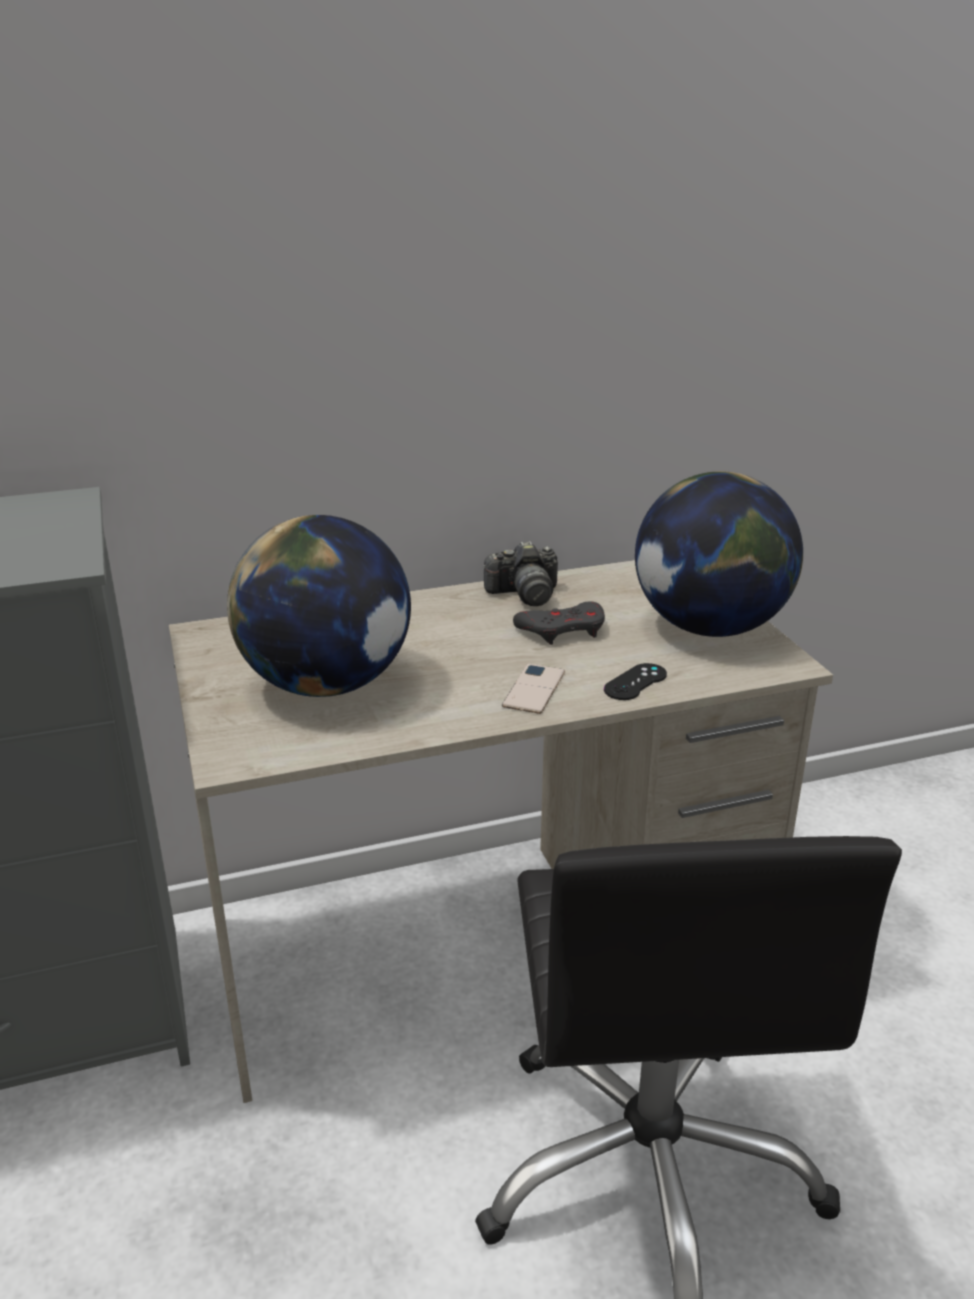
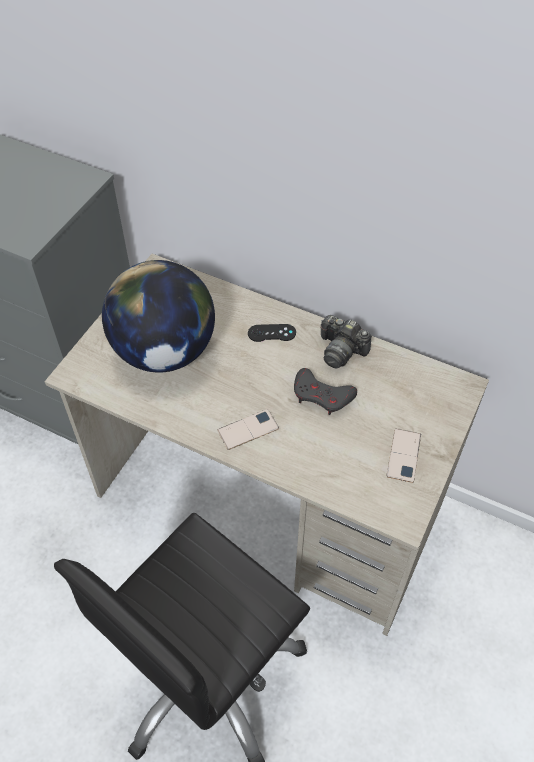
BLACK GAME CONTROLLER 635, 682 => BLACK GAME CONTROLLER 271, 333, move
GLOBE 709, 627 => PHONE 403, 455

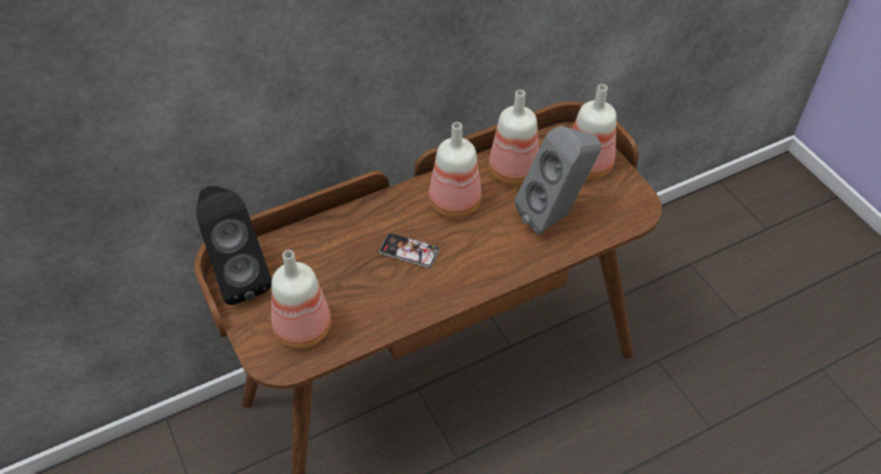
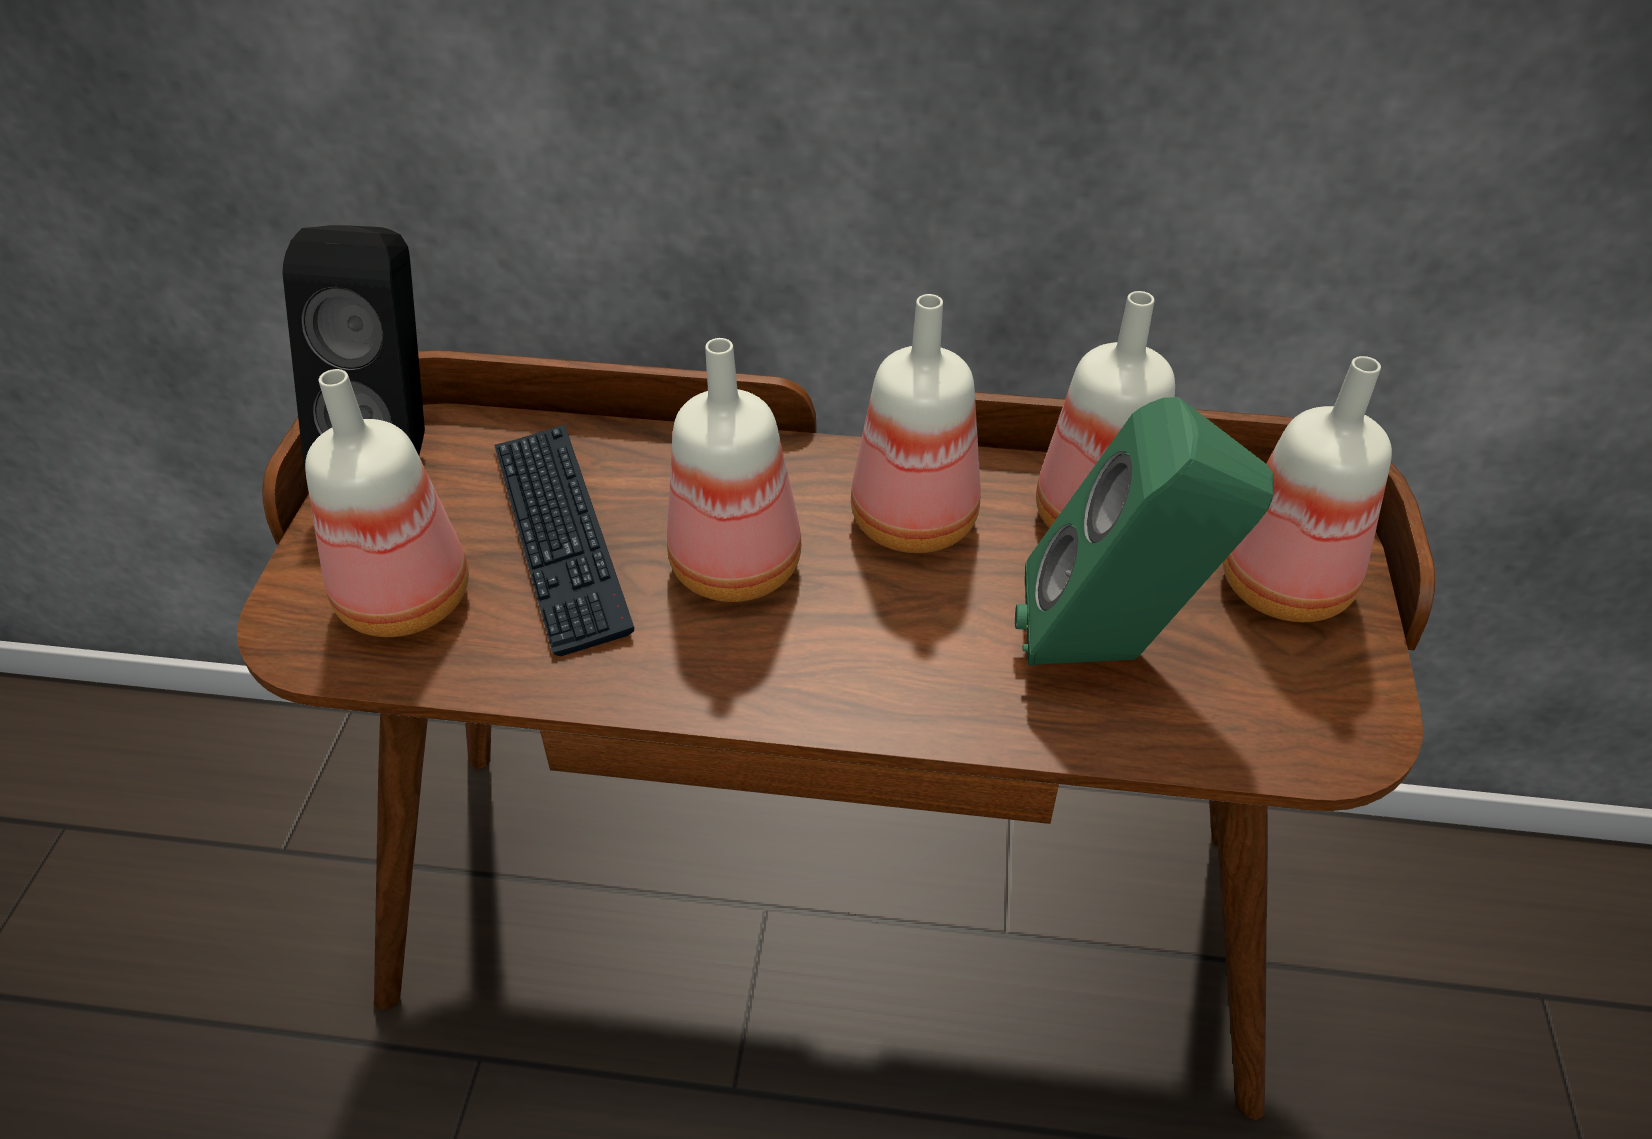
PHONE 409, 251 => BOTTLE 737, 564
GREY SPEAKER 555, 216 => GREEN SPEAKER 1114, 651
nothing => KEYBOARD 561, 537

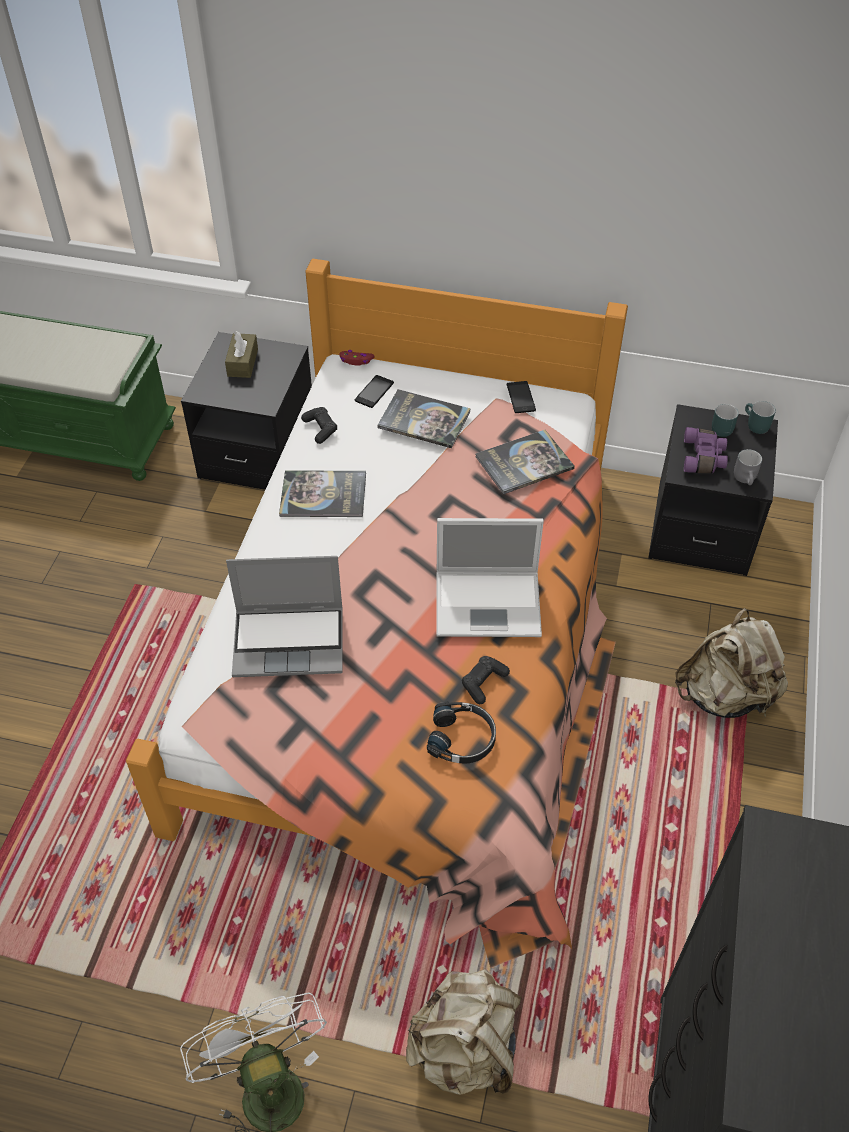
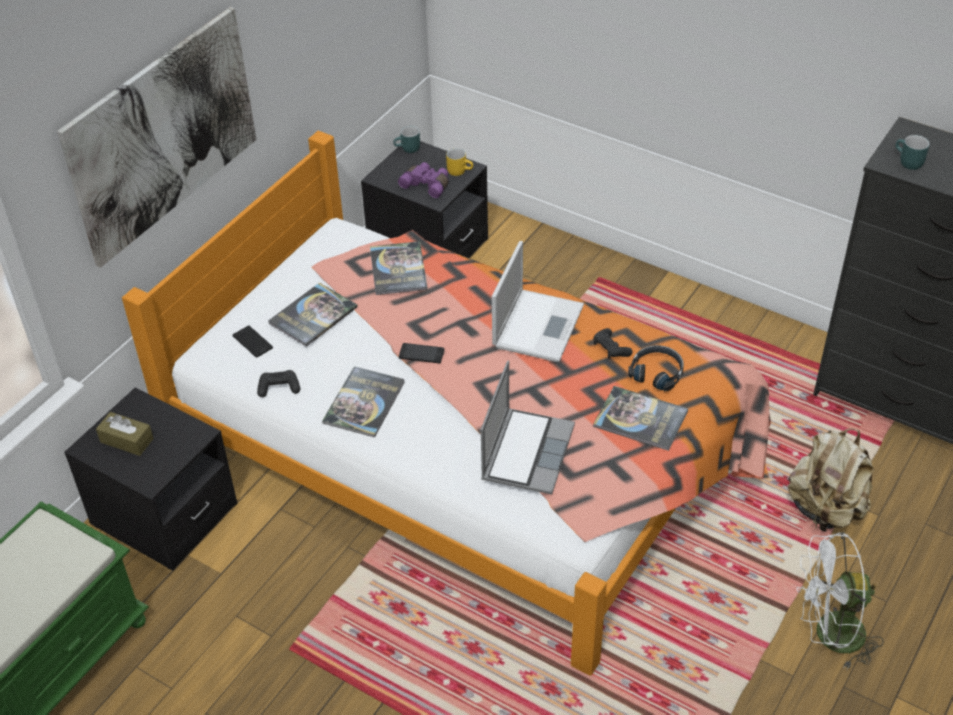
RED GAME CONTROLLER 356, 360 => nothing
PHONE 521, 397 => PHONE 421, 354, move
BEIGE BACKPACK 725, 695 => nothing
TURQUOISE MUG 721, 427 => TURQUOISE MUG 907, 162, move
GREY MUG 746, 479 => YELLOW MUG 460, 170
nothing => PICTURE 163, 134
nothing => BOOK 640, 419

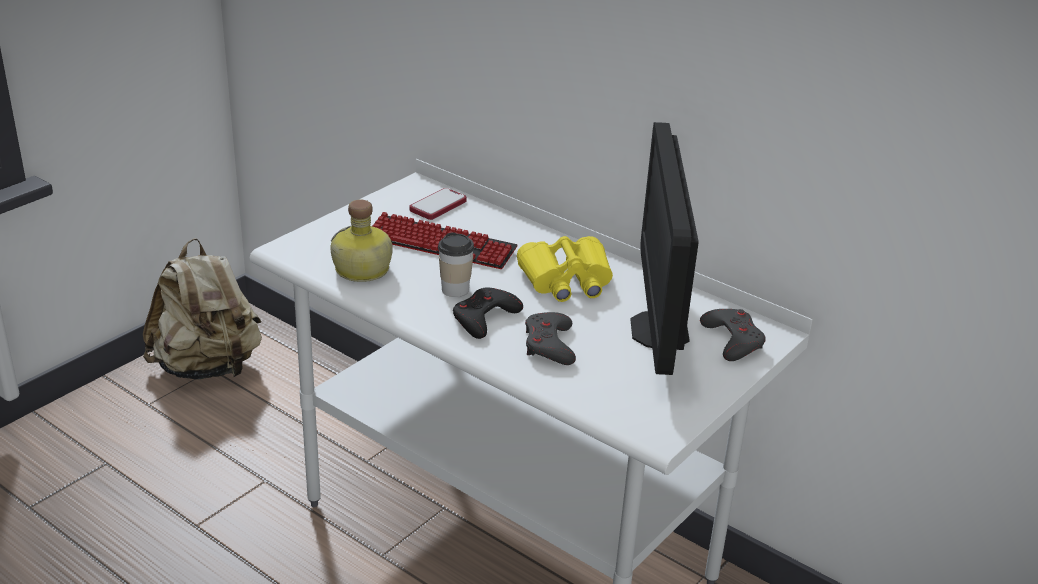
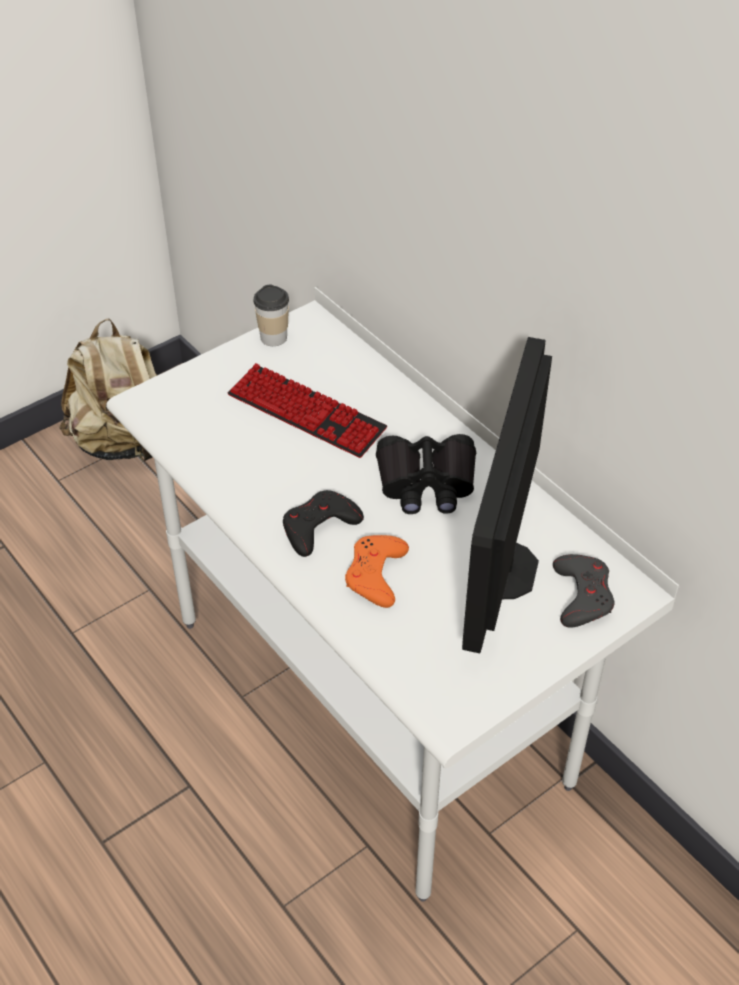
BOTTLE 362, 270 => nothing
PHONE 438, 205 => nothing
CUP 455, 290 => CUP 273, 338, move
YELLOW BINOCULARS 566, 280 => BLACK BINOCULARS 426, 483
GREY GAME CONTROLLER 549, 344 => ORANGE GAME CONTROLLER 376, 574

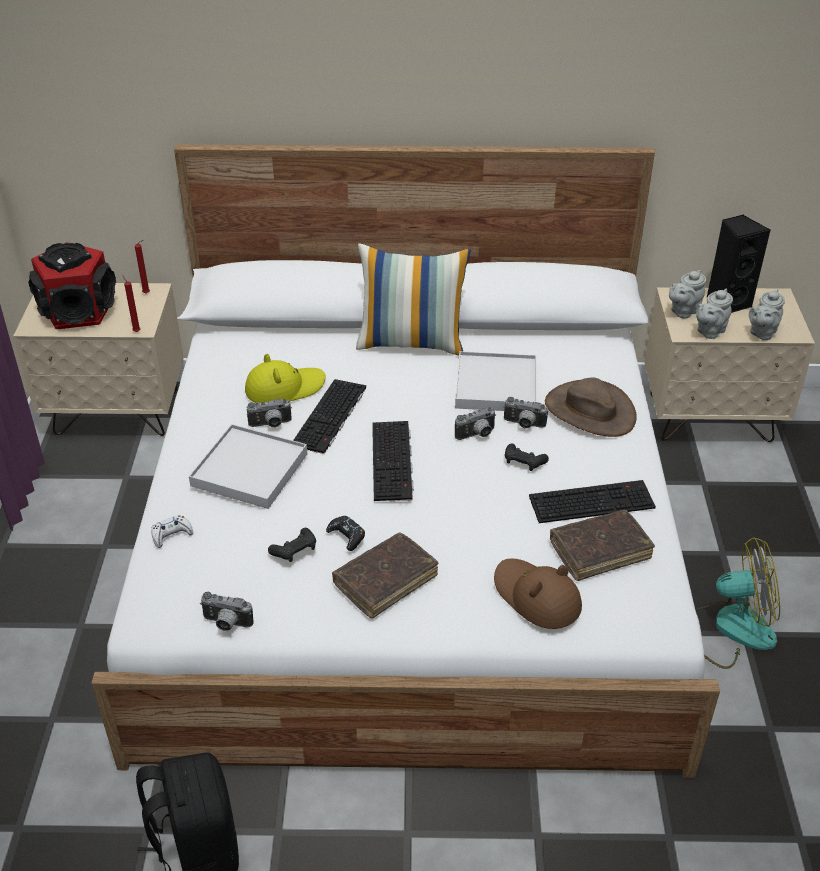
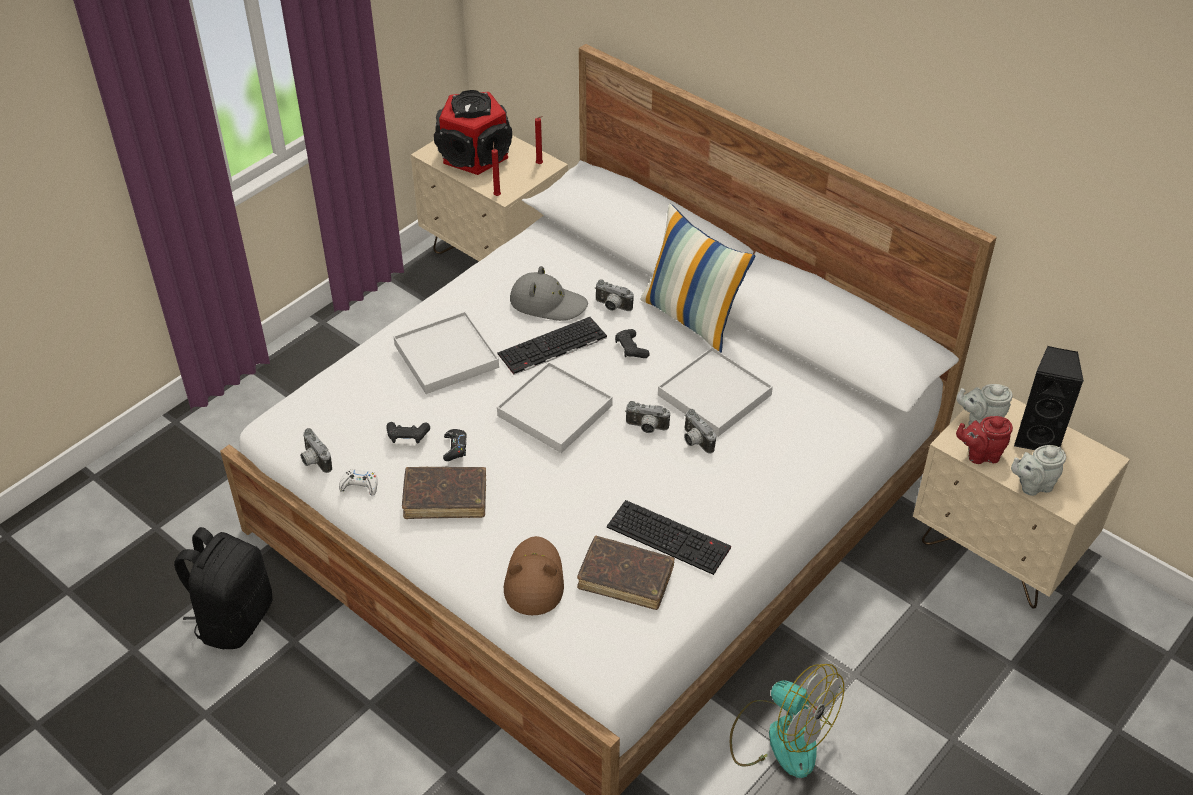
WHITE GAME CONTROLLER 171, 535 => WHITE GAME CONTROLLER 360, 486, move
YELLOW HAT 284, 388 => GREY HAT 548, 303
PHOTO CAMERA 270, 425 => PHOTO CAMERA 612, 307, move
KEYBOARD 393, 461 => WHITE TRAY 555, 411
BLACK GAME CONTROLLER 524, 462 => BLACK GAME CONTROLLER 631, 349, move
BROWN HAT 589, 411 => nothing
GREY TEAPOT 709, 331 => RED TEAPOT 980, 454

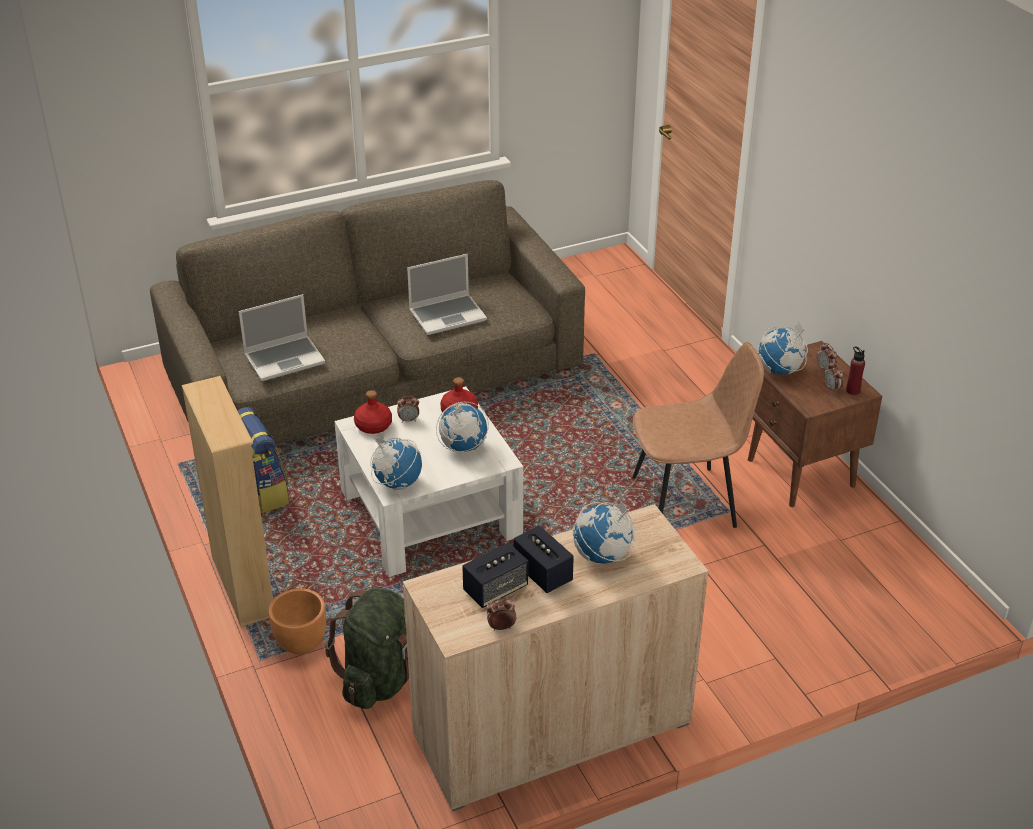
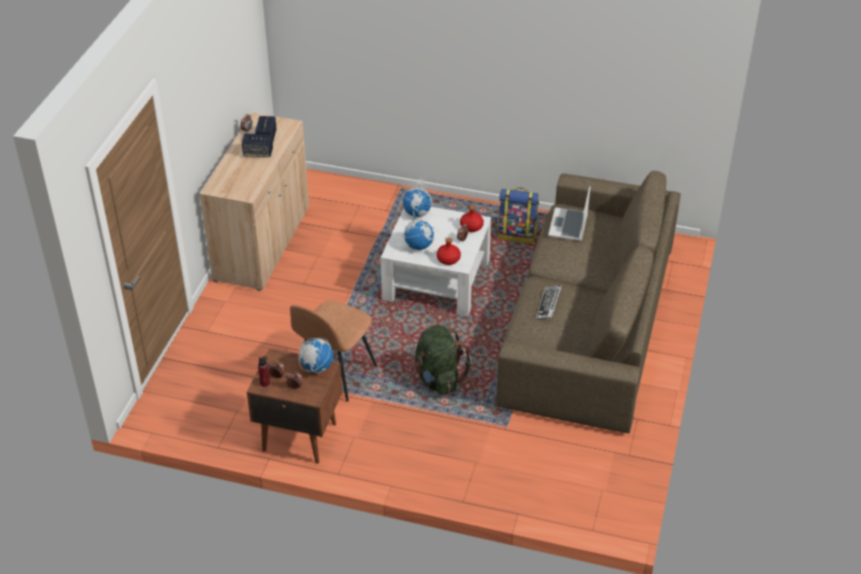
BEIGE BOOKCASE 243, 586 => nothing
ORANGE PLANTER 300, 644 => nothing
GREEN BACKPACK 381, 678 => GREEN BACKPACK 438, 379, move
LAPTOP 448, 315 => KEYBOARD 548, 305
GLOBE 603, 556 => nothing

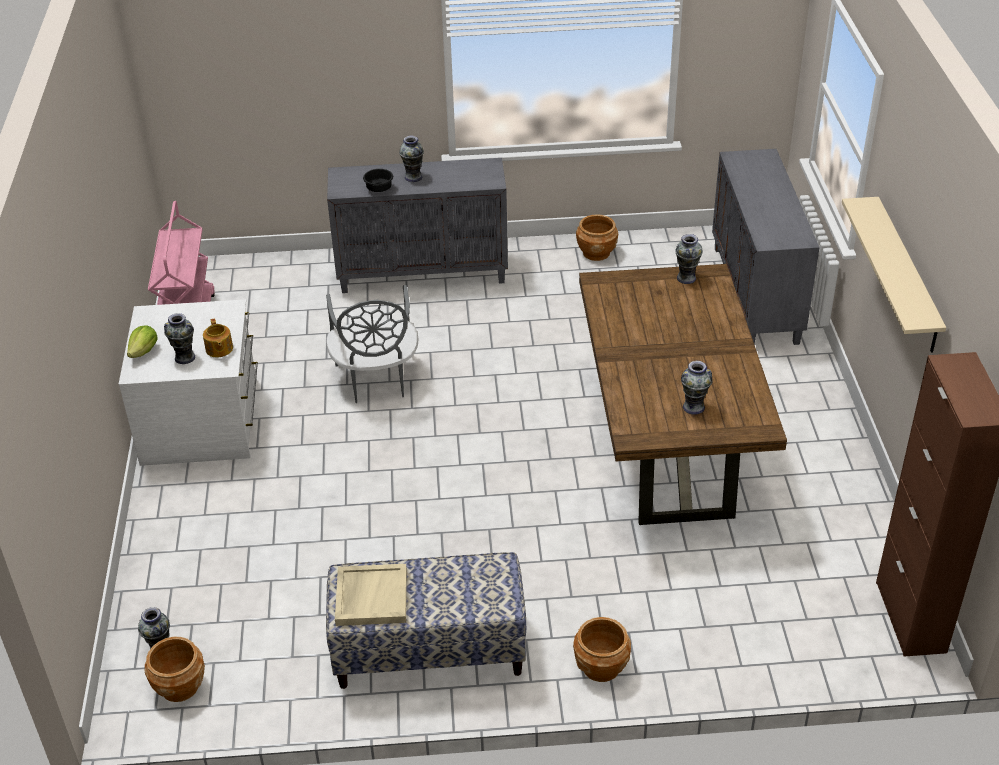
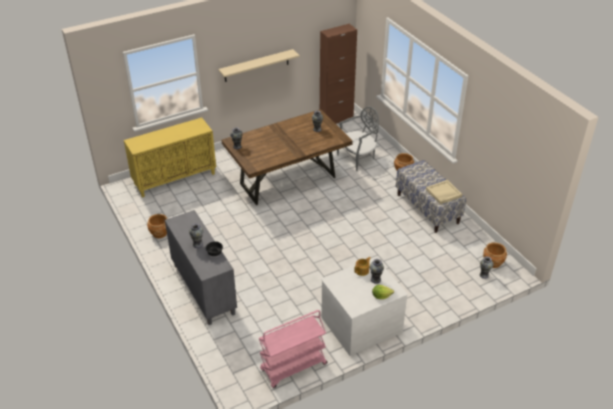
GREY CHAIR 376, 380 => GREY CHAIR 358, 158, move
GREY CABINET 756, 295 => YELLOW CABINET 175, 178

